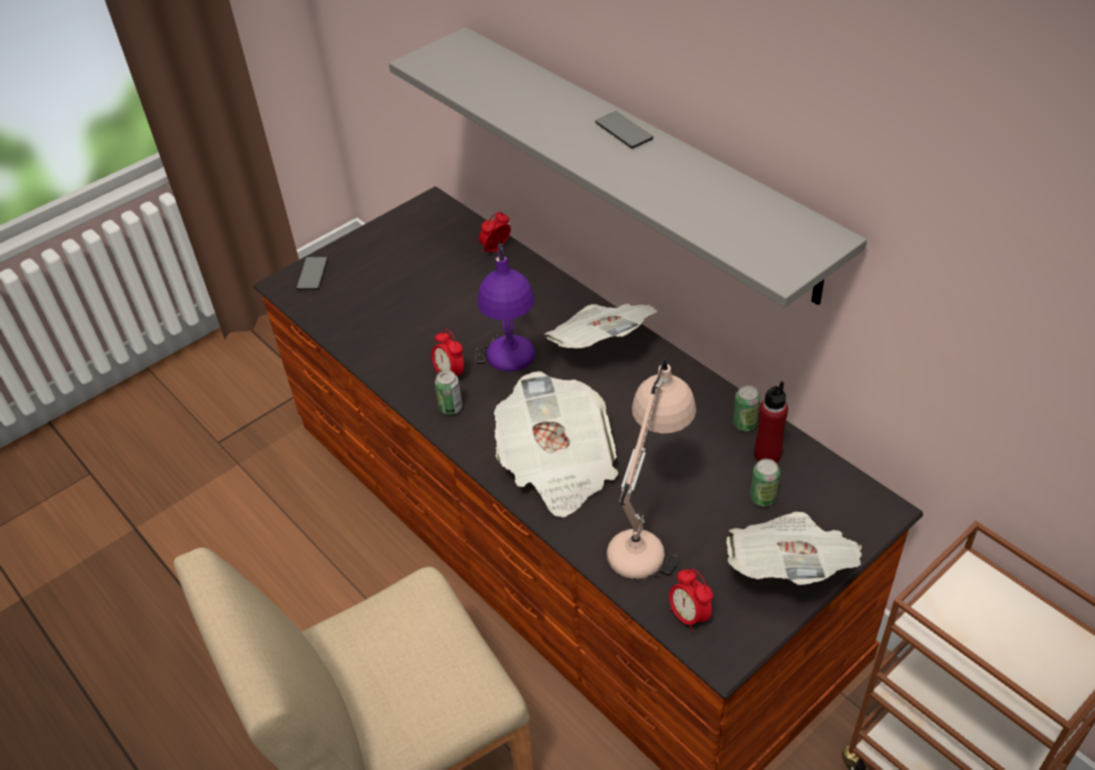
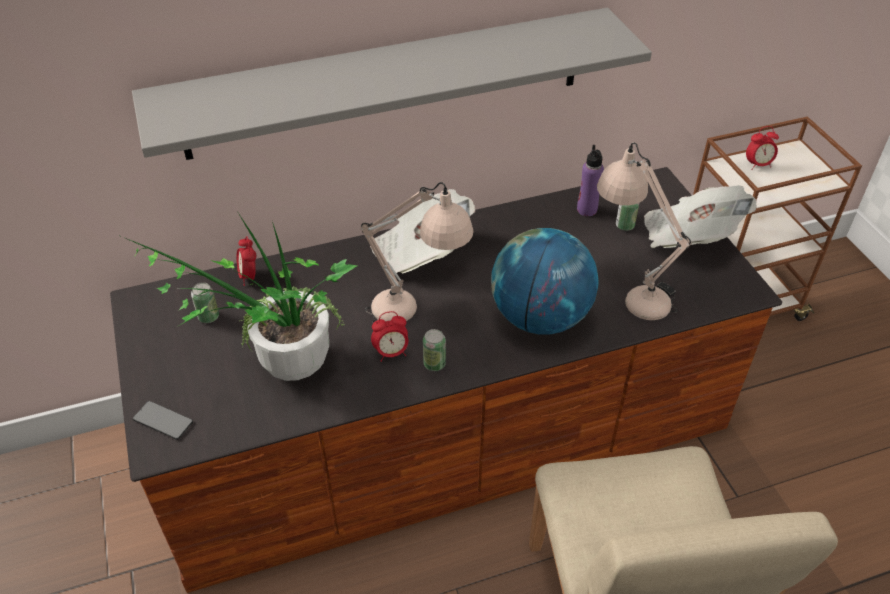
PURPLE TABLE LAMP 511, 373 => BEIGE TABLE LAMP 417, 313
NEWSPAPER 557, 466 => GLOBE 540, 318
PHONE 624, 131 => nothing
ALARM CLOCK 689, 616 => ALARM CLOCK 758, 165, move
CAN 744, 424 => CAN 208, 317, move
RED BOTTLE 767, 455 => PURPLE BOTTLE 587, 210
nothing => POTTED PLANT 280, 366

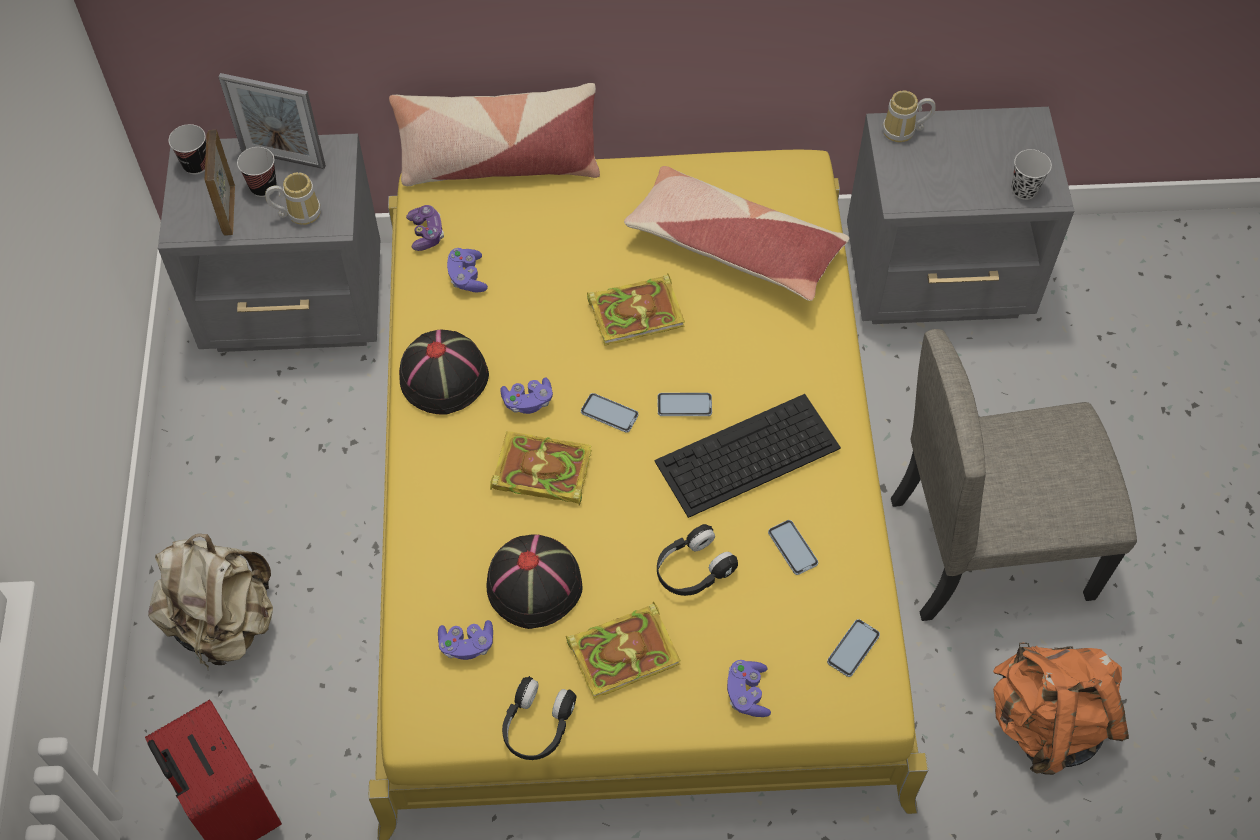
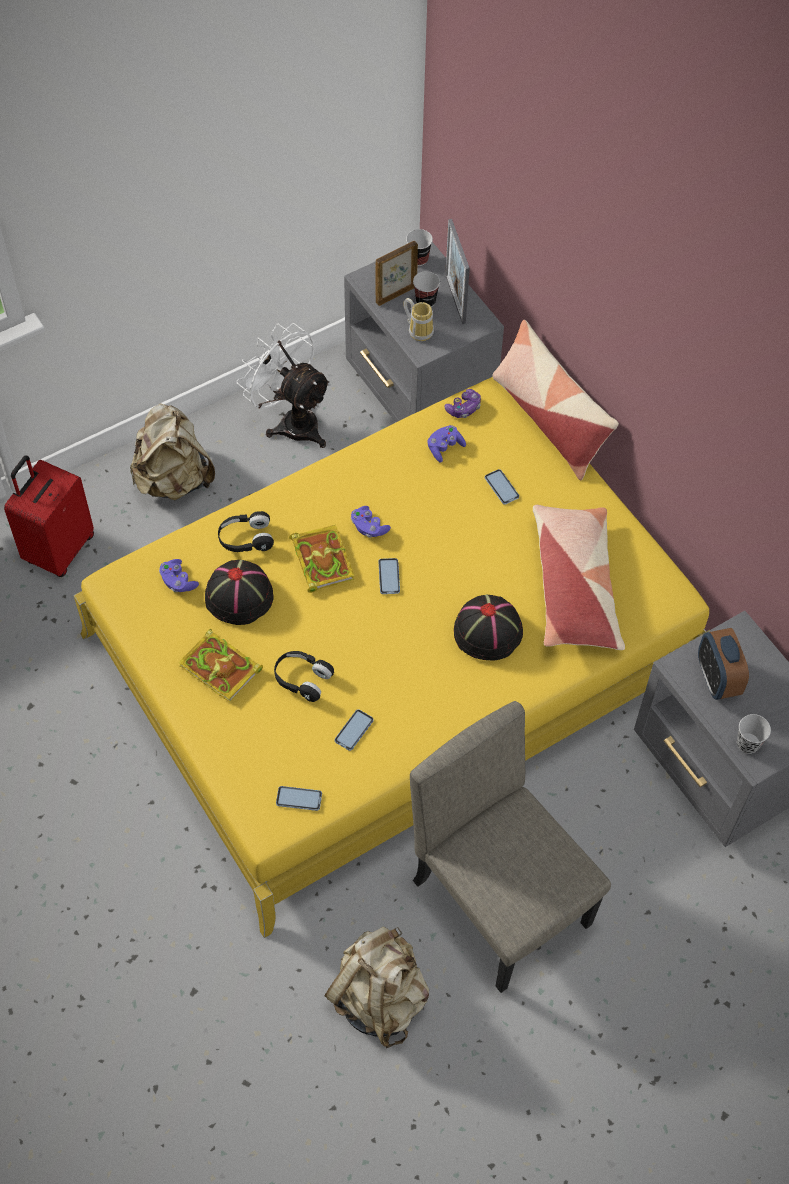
BLACK HAT 444, 376 => BLACK HAT 488, 631, move
BLACK HEADPHONES 537, 726 => BLACK HEADPHONES 245, 539, move
BOOK 638, 312 => nothing
KEYBOARD 746, 456 => nothing
PHONE 684, 405 => PHONE 501, 487, move
PURPLE GAME CONTROLLER 747, 693 => nothing
MUG 903, 132 => nothing
ORANGE BACKPACK 1047, 724 => BEIGE BACKPACK 379, 997
nothing => WHITE FAN 291, 421
nothing => ALARM CLOCK 717, 678

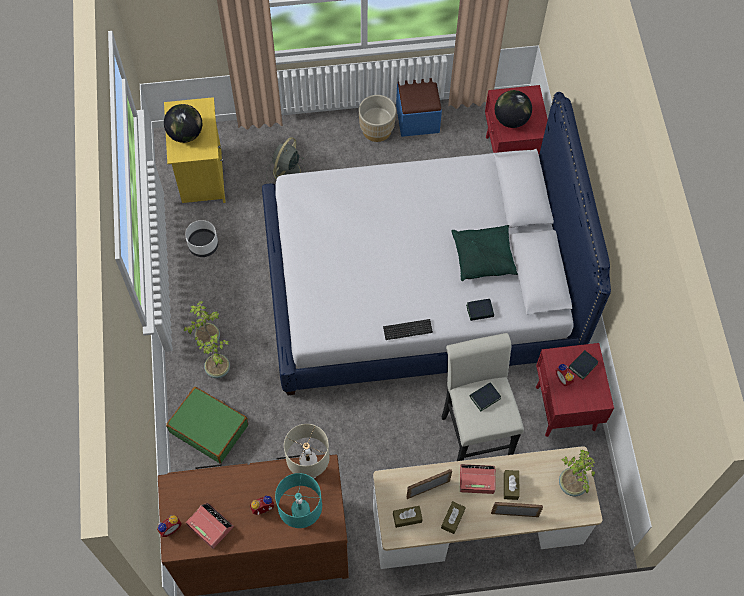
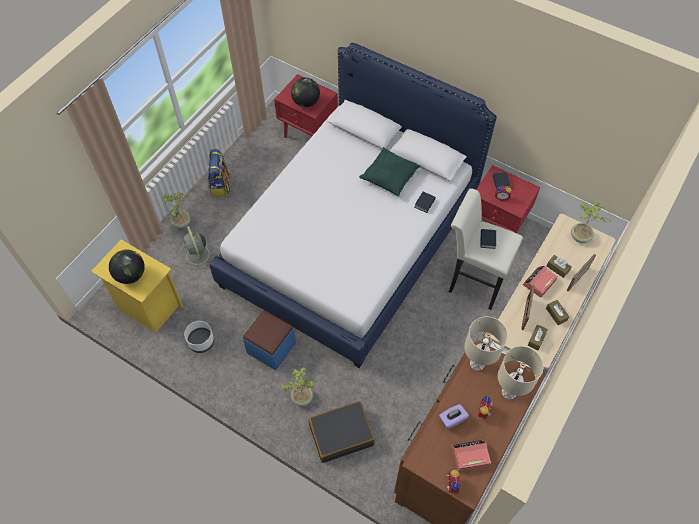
GREEN SUITCASE 209, 428 => BLACK SUITCASE 341, 434
POTTED PLANT 207, 338 => POTTED PLANT 181, 223, move
TURQUOISE TABLE LAMP 302, 518 => BEIGE TABLE LAMP 508, 392
BEIGE PLANTER 376, 130 => BACKPACK 221, 186
KEYBOARD 407, 330 => nothing
BLUE OTTOMAN 417, 119 => BLUE OTTOMAN 271, 348, move
nothing => PURPLE TISSUE BOX 452, 419

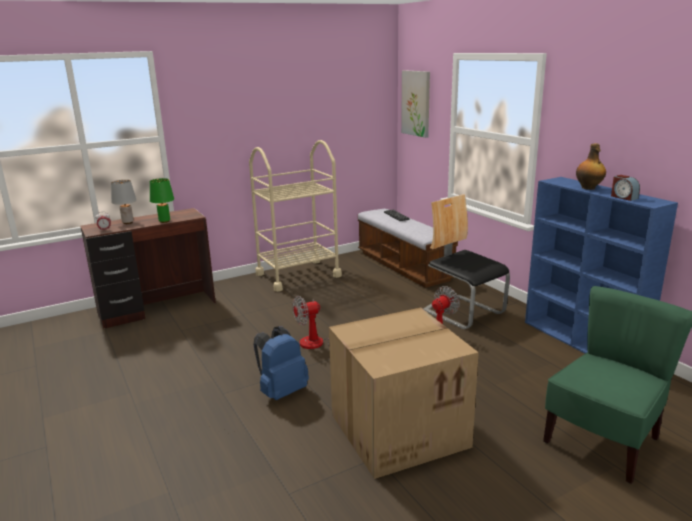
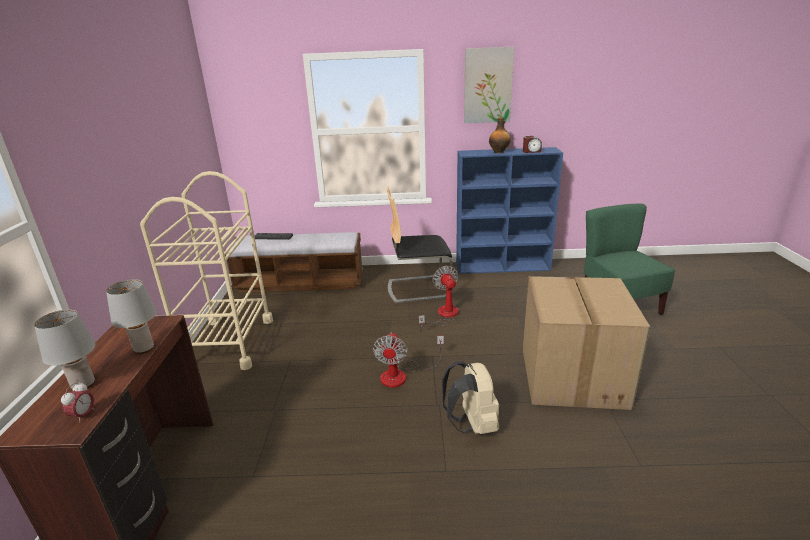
GREEN TABLE LAMP 164, 221 => GREY TABLE LAMP 143, 349
BLUE BACKPACK 281, 391 => BEIGE BACKPACK 472, 424
PICTURE 416, 103 => PICTURE 487, 85, move

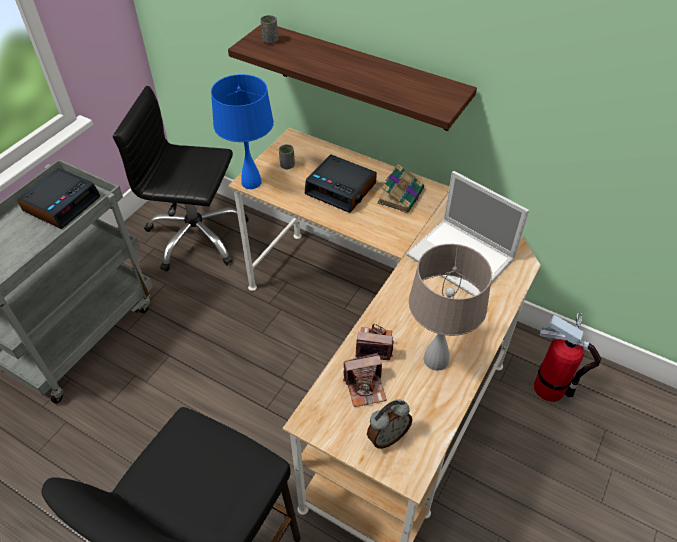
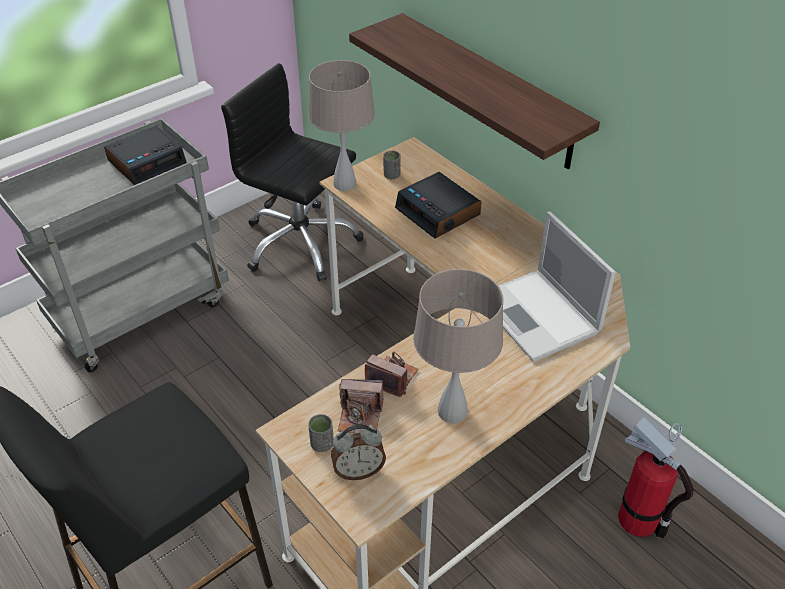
BLUE TABLE LAMP 251, 182 => BEIGE TABLE LAMP 344, 184
GREY CUP 270, 41 => GREY CUP 322, 444, move
BOOK 401, 195 => nothing

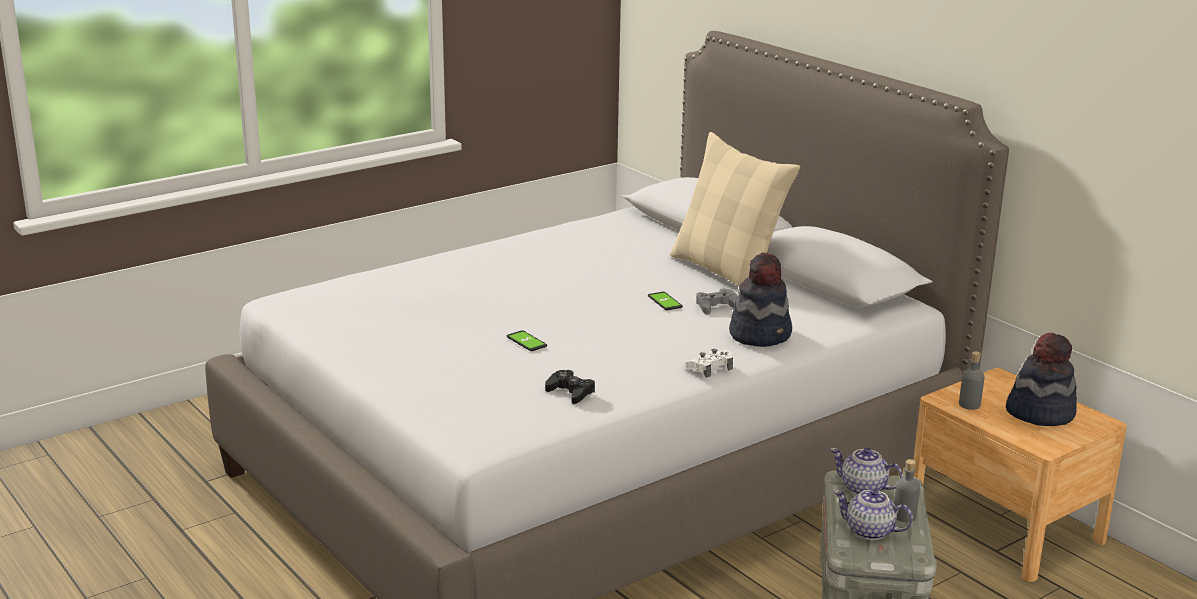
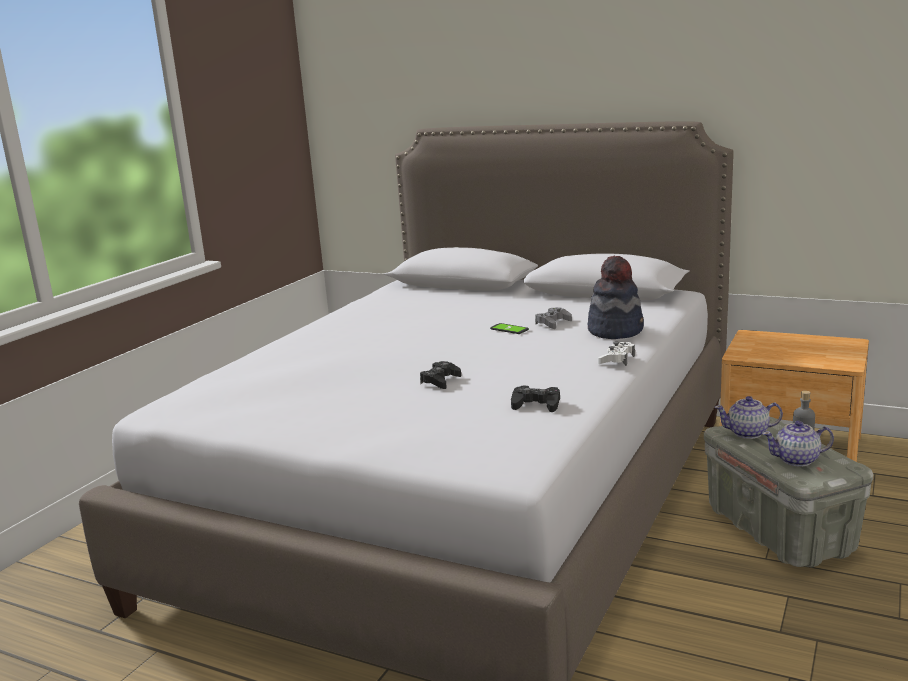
PHONE 526, 342 => BLACK GAME CONTROLLER 440, 381
BEIGE PILLOW 726, 272 => nothing
GREY BOTTLE 969, 404 => nothing
HAT 1040, 412 => nothing

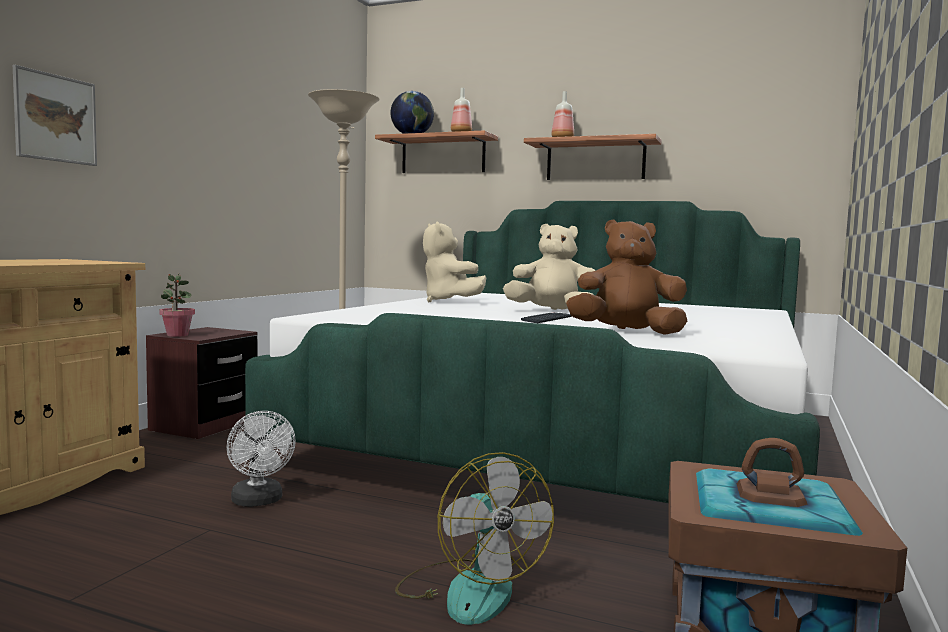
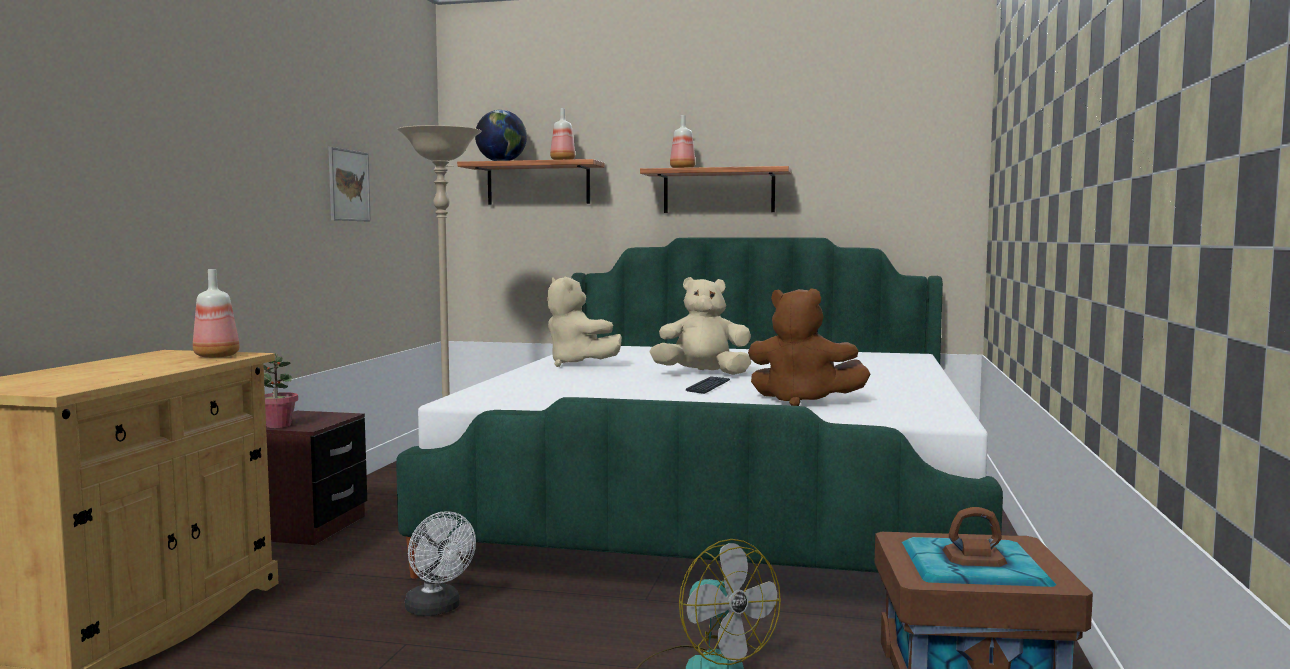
PICTURE 55, 118 => PICTURE 348, 185, move
BROWN PLUSH TOY 626, 332 => BROWN PLUSH TOY 802, 401, 150 degrees counterclockwise
nothing => BOTTLE 218, 356

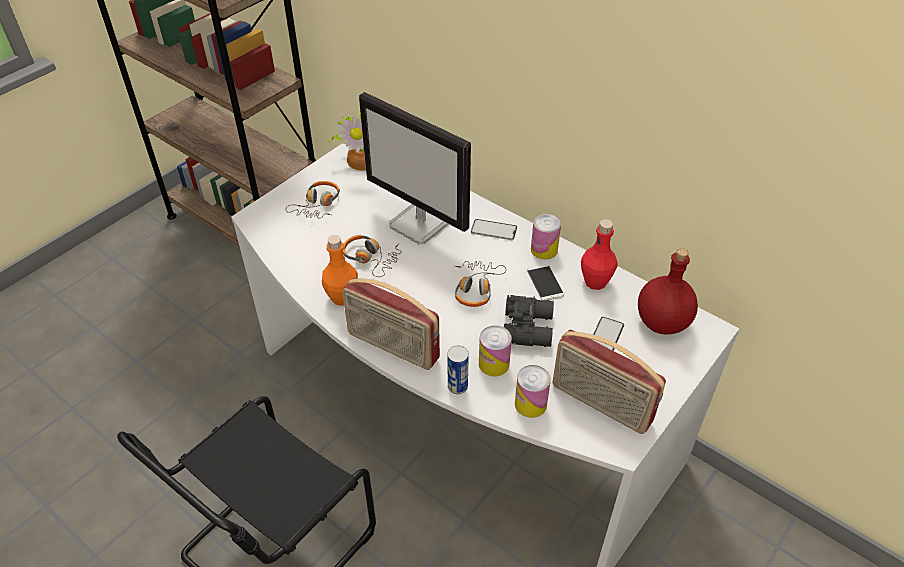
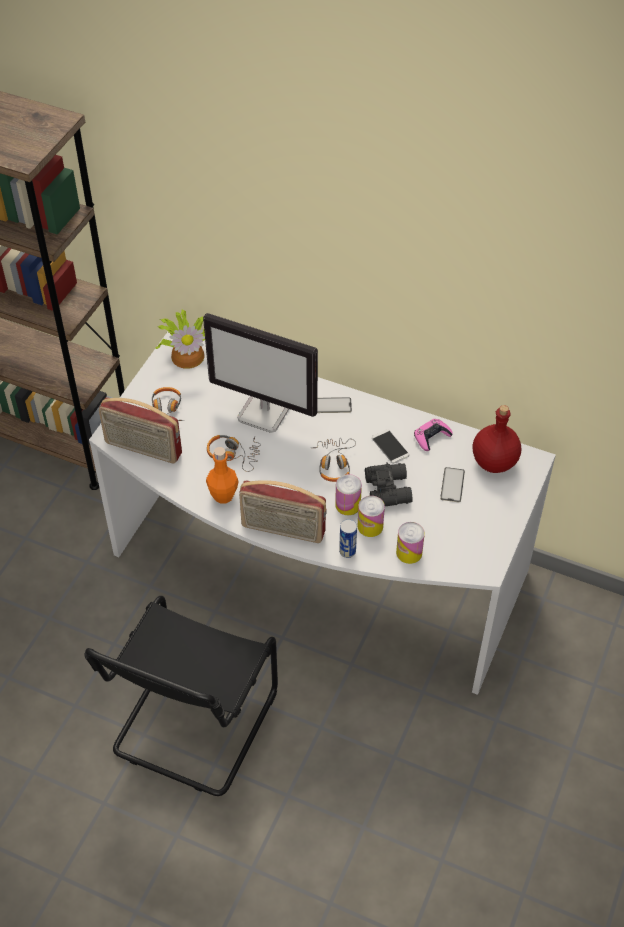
CAN 544, 250 => CAN 348, 505, move
RADIO 600, 404 => RADIO 142, 449, move
RED BOTTLE 595, 282 => PINK GAME CONTROLLER 431, 437

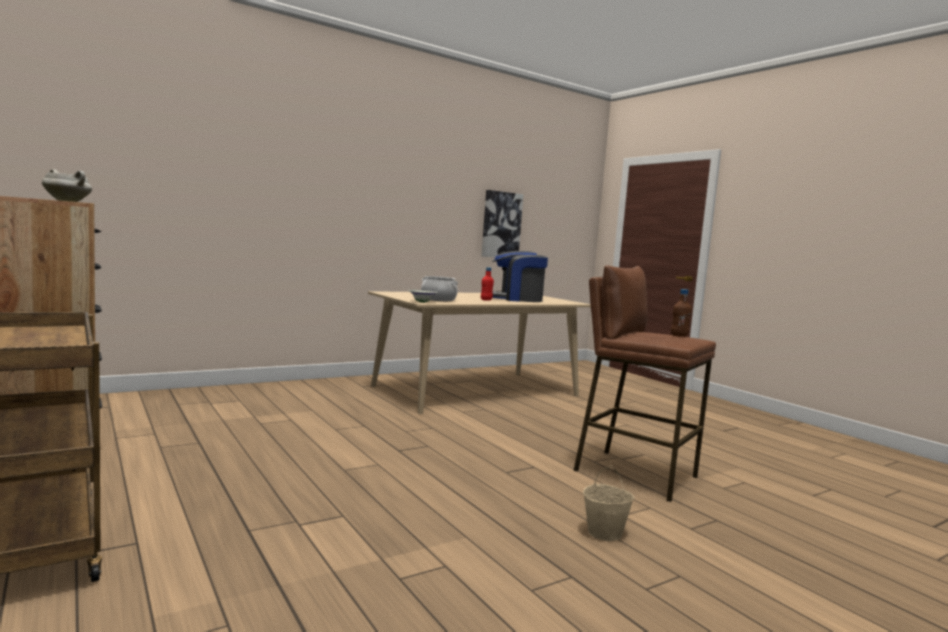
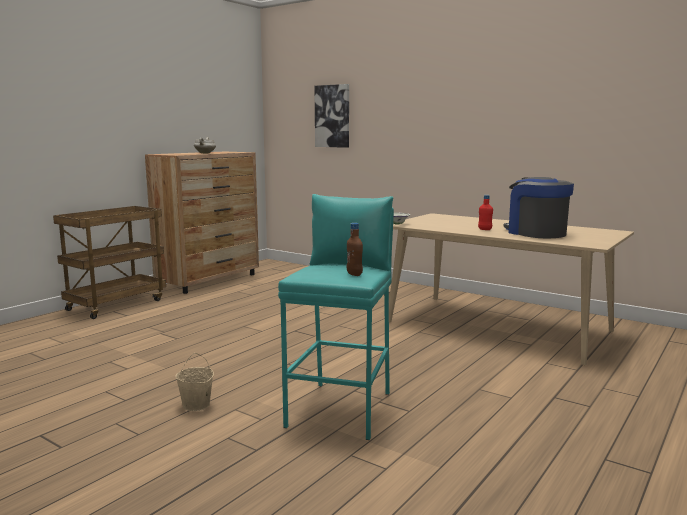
COOKING POT 438, 299 => nothing
PICTURE 501, 225 => PICTURE 332, 116, move
BROWN STOOL 635, 473 => TURQUOISE STOOL 341, 409

